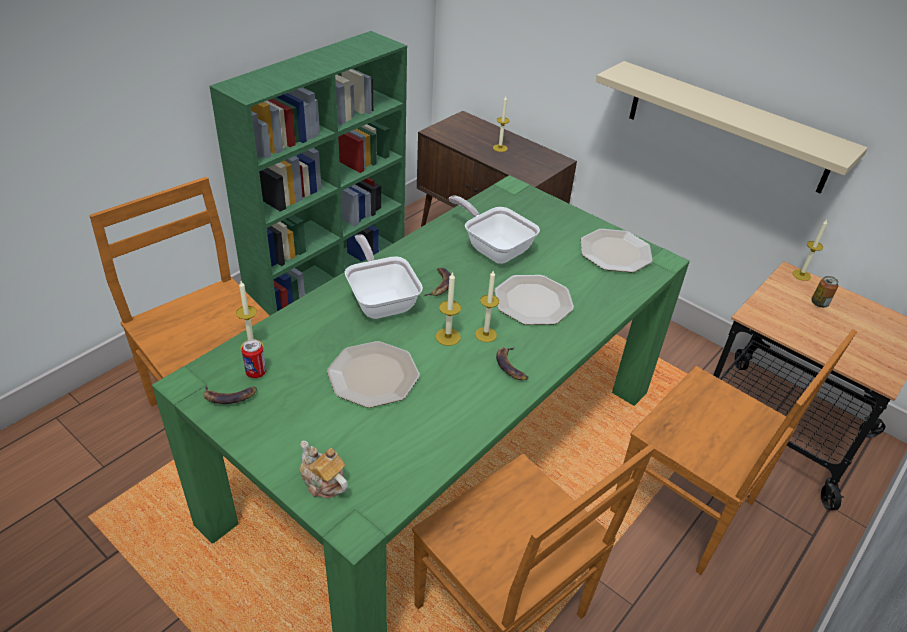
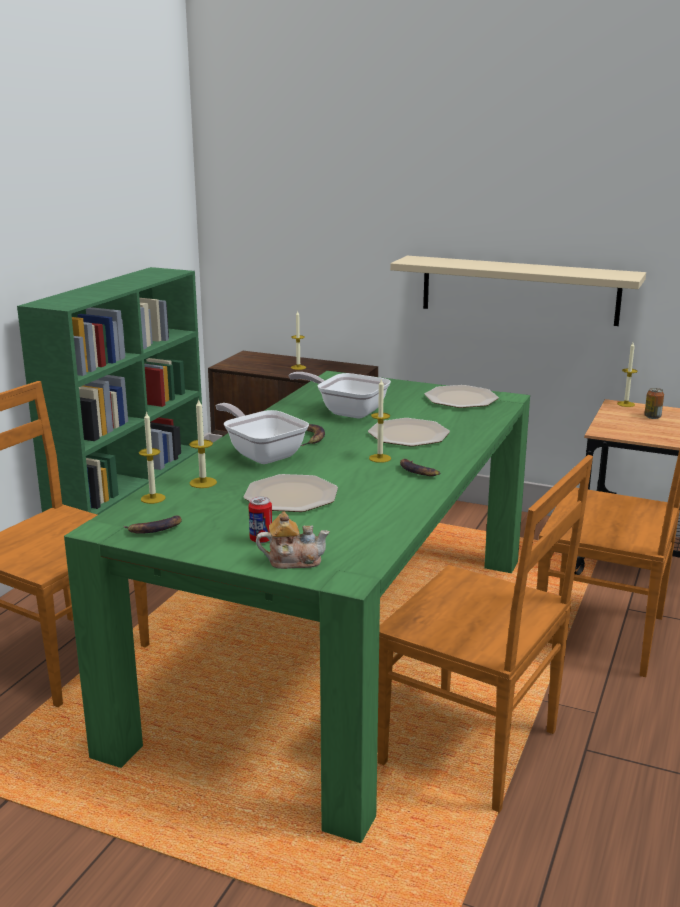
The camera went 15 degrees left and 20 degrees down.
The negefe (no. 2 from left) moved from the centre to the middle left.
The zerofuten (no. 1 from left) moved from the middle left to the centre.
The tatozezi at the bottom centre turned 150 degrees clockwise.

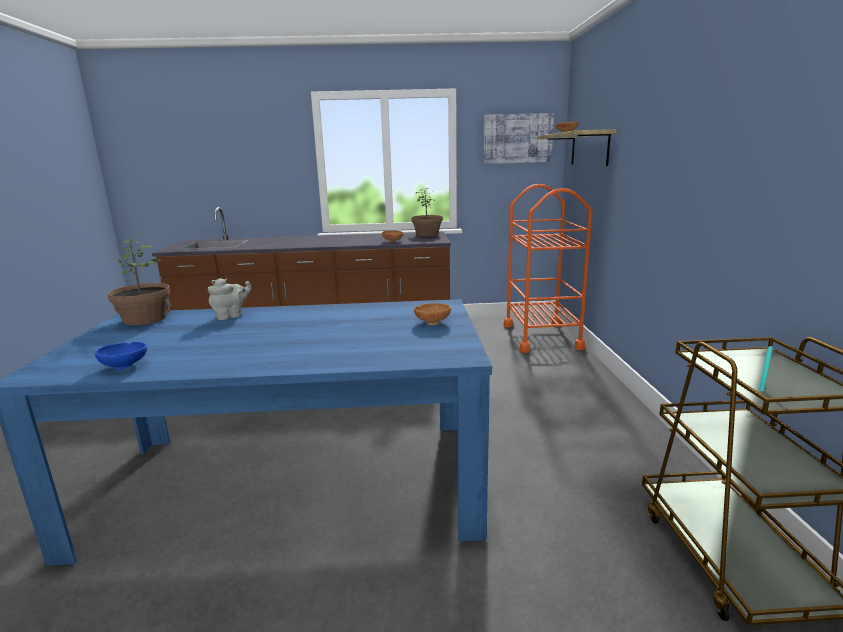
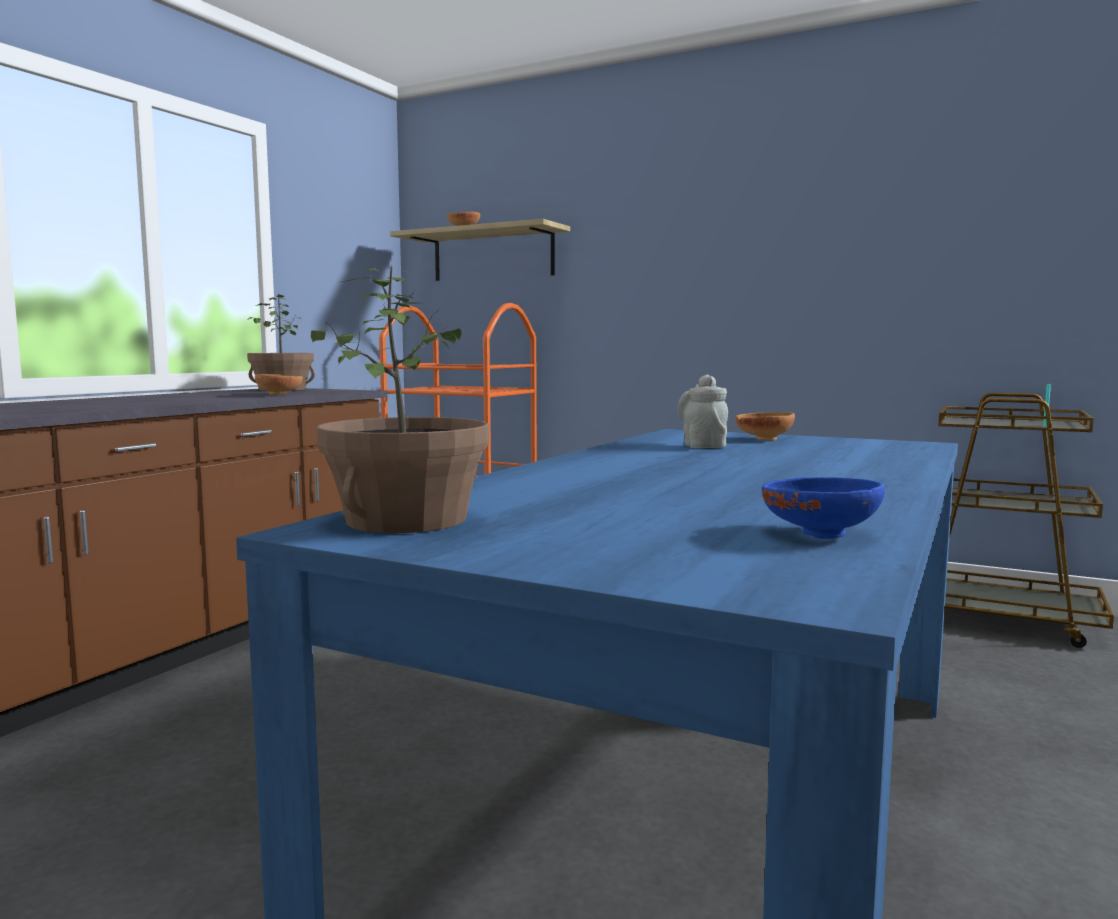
The camera went 60 degrees left and 10 degrees down.
The tatozezi (grey) moved from the middle left to the centre.
The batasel at the top centre disappeared.

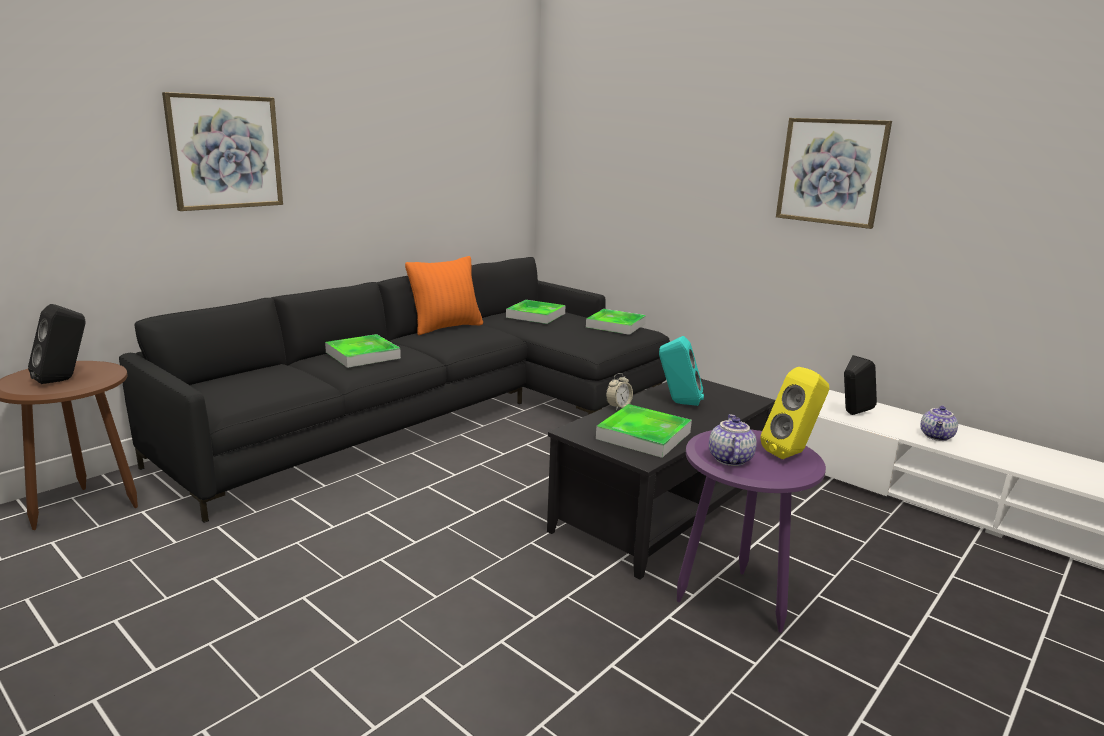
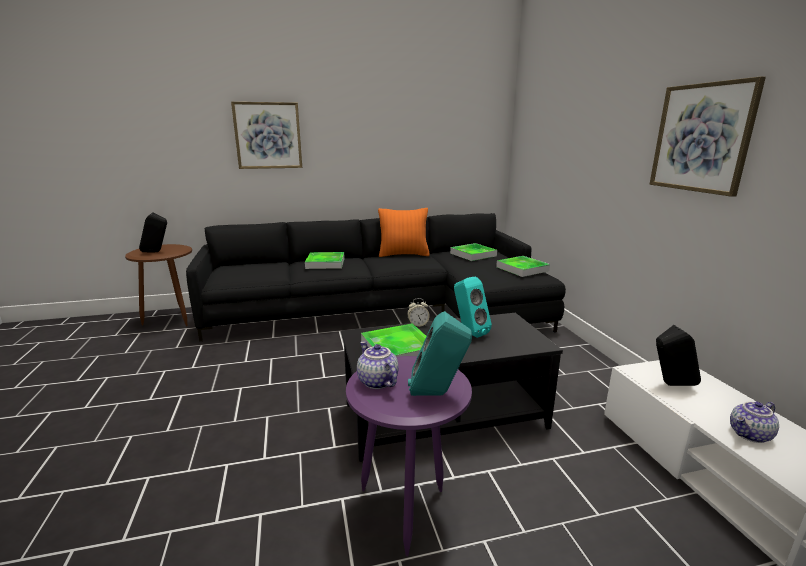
The camera went 35 degrees right and 0 degrees up.
The tatozezi (no. 1 from left) at the centre turned 75 degrees counterclockwise.
The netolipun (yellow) at the middle right became the netolipun (turquoise) (no. 1 from left) at the centre.

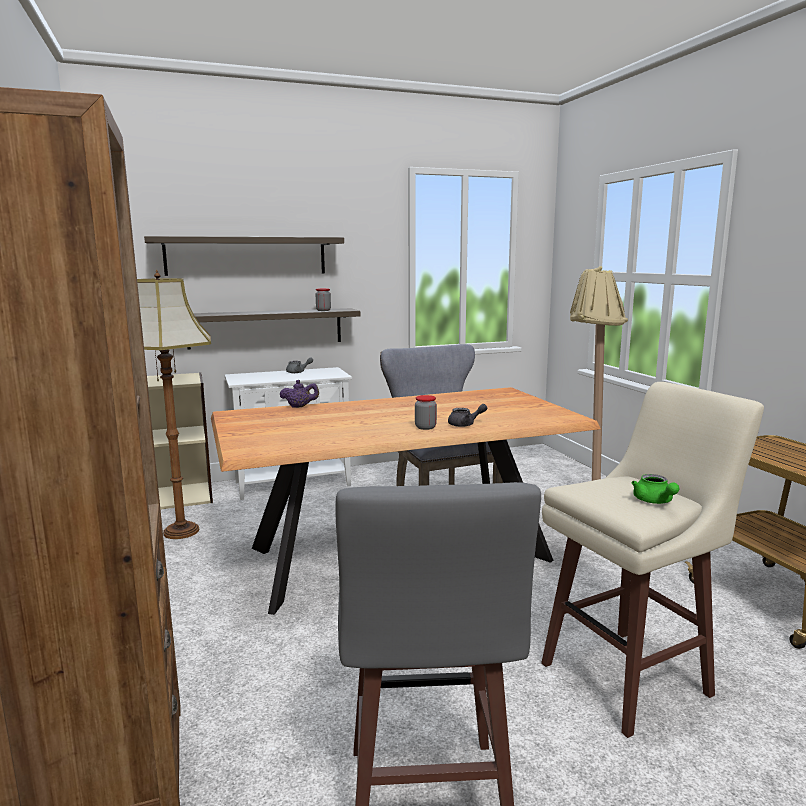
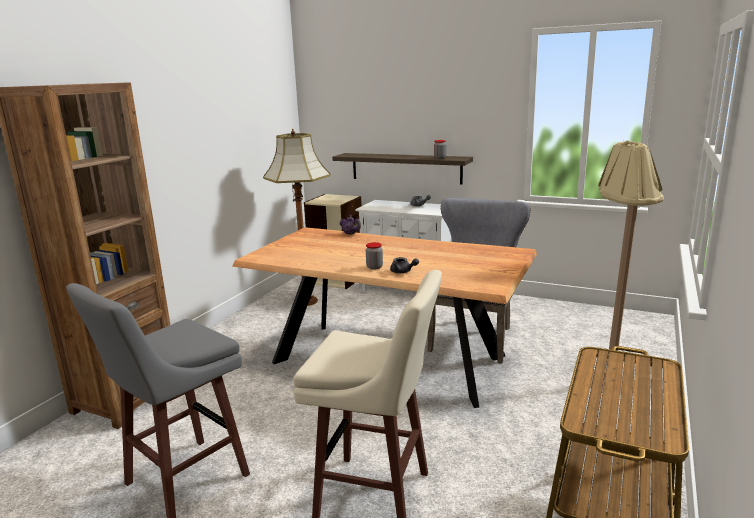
The camera went 45 degrees right and 5 degrees up.
The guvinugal (no. 1 from left) at the top left disappeared.
The tatozezi (green) at the middle right disappeared.

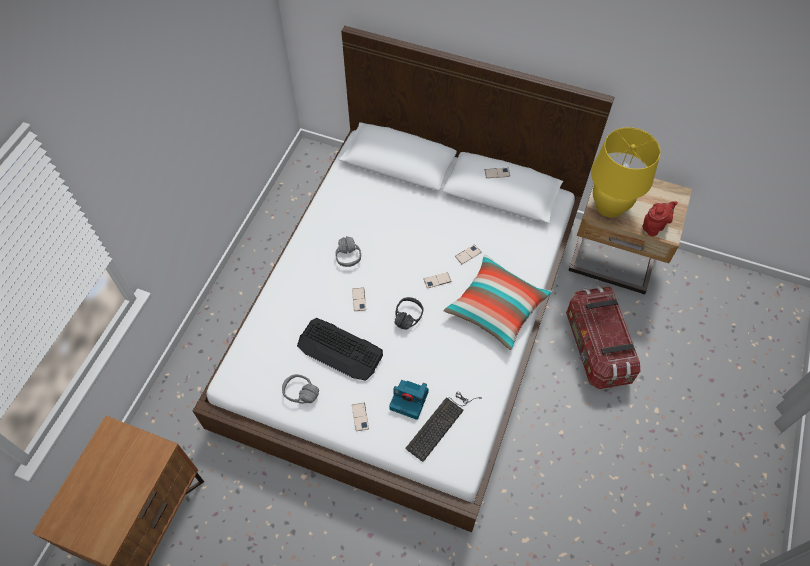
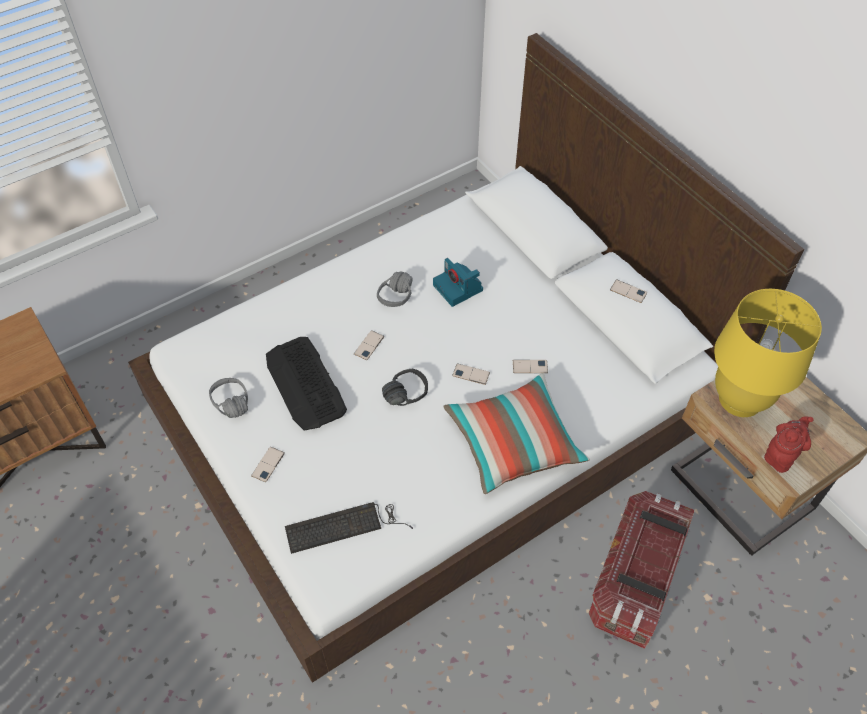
The camera went 35 degrees right and 5 degrees down.
The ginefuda moved from the bottom centre to the centre.
The tatozezi (red) at the middle right turned 45 degrees counterclockwise.

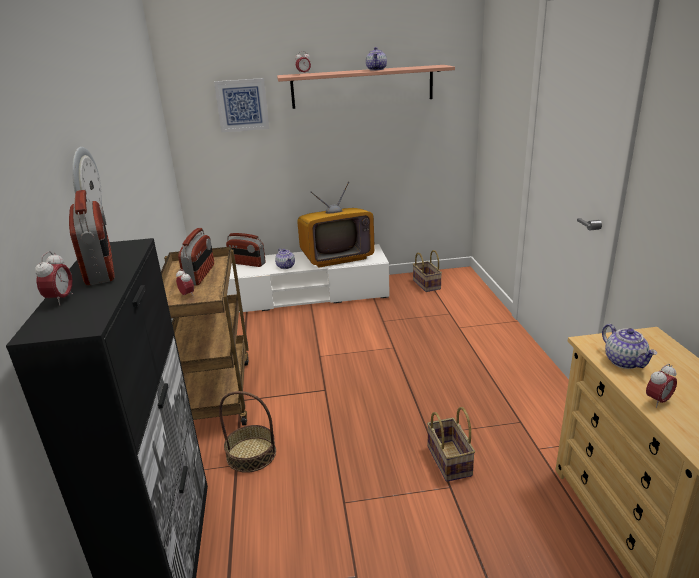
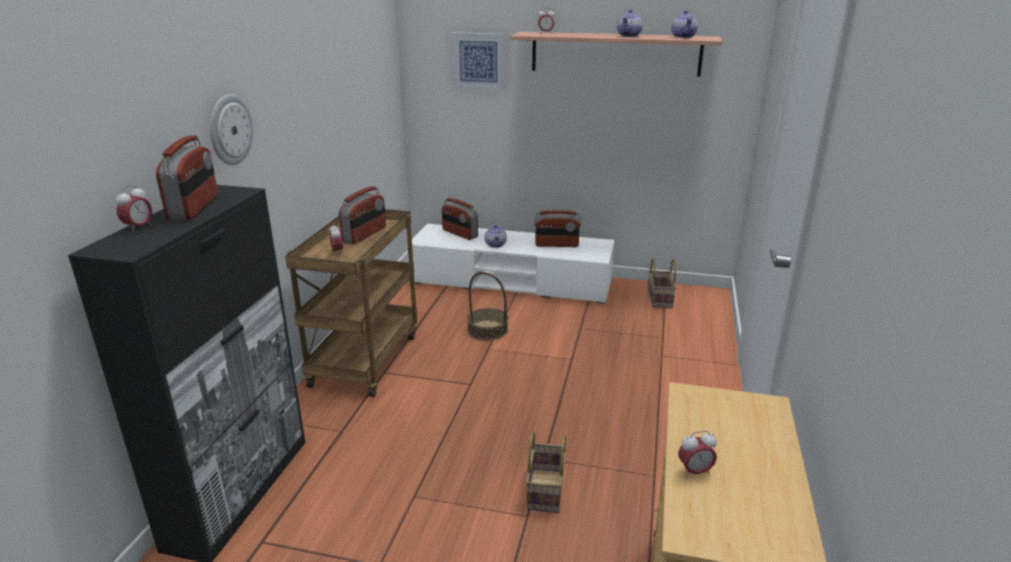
The camera went 20 degrees right and 0 degrees up.
The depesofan (no. 1 from left) moved from the bottom centre to the centre.
The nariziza at the centre was replaced by the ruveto (no. 4 from left) at the centre.
The tatozezi (no. 3 from left) moved from the middle right to the top right.

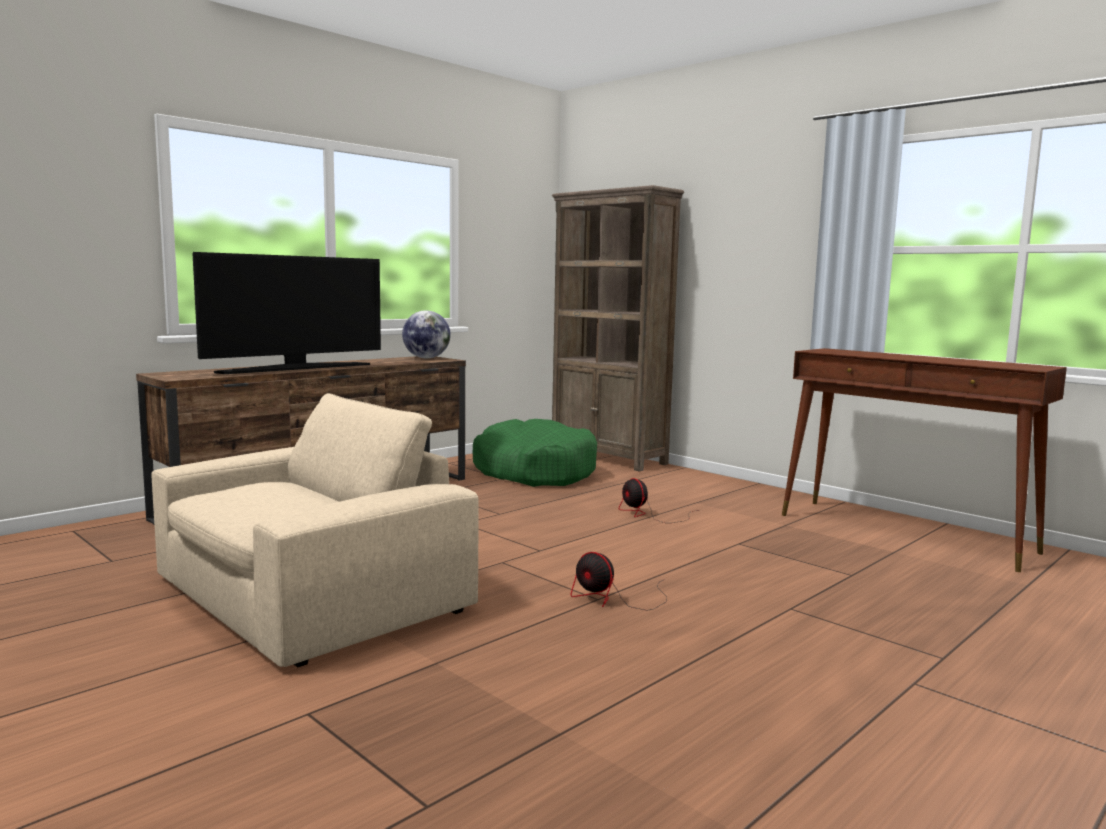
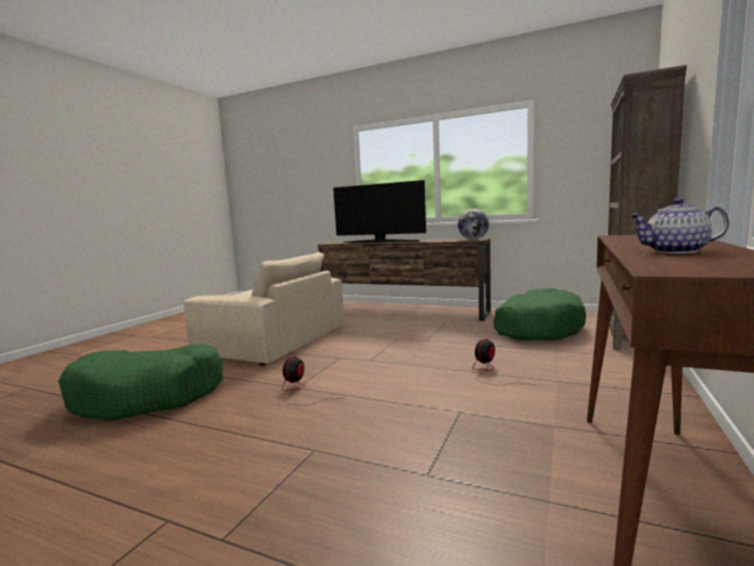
The camera went 70 degrees right and 0 degrees up.
The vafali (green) (no. 1 from left) at the bottom left appeared.
The tatozezi at the middle right appeared.

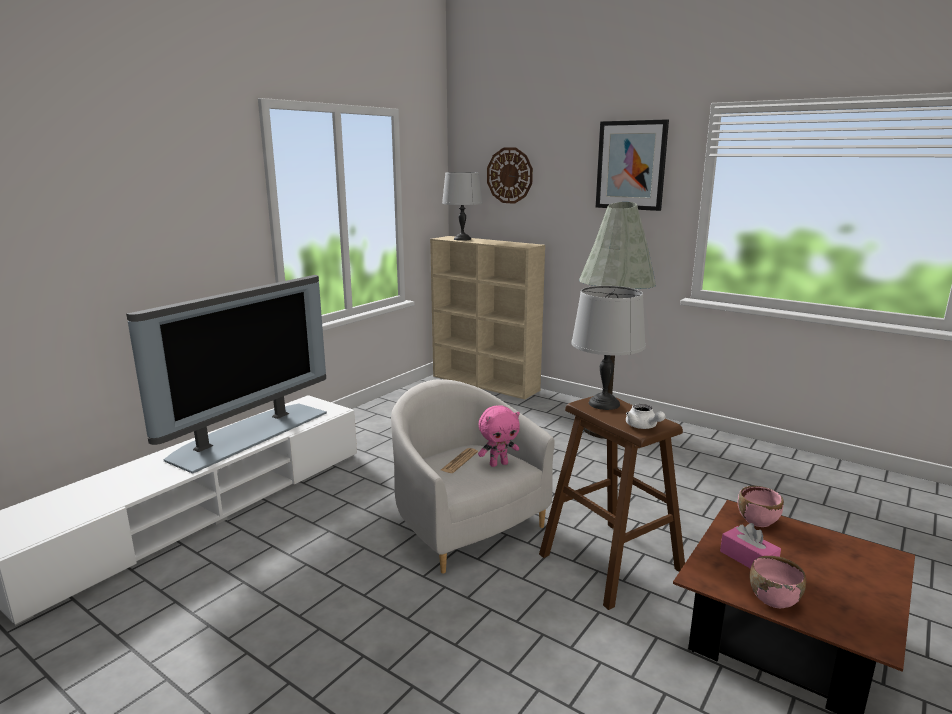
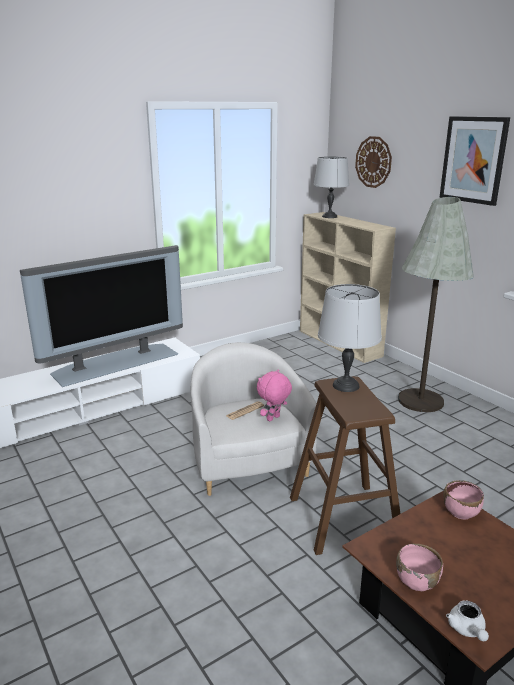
The camera went 20 degrees right and 5 degrees up.
The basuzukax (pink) at the centre turned 135 degrees clockwise.
The tatozezi (white) moved from the middle right to the bottom right.
The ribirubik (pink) at the bottom right disappeared.

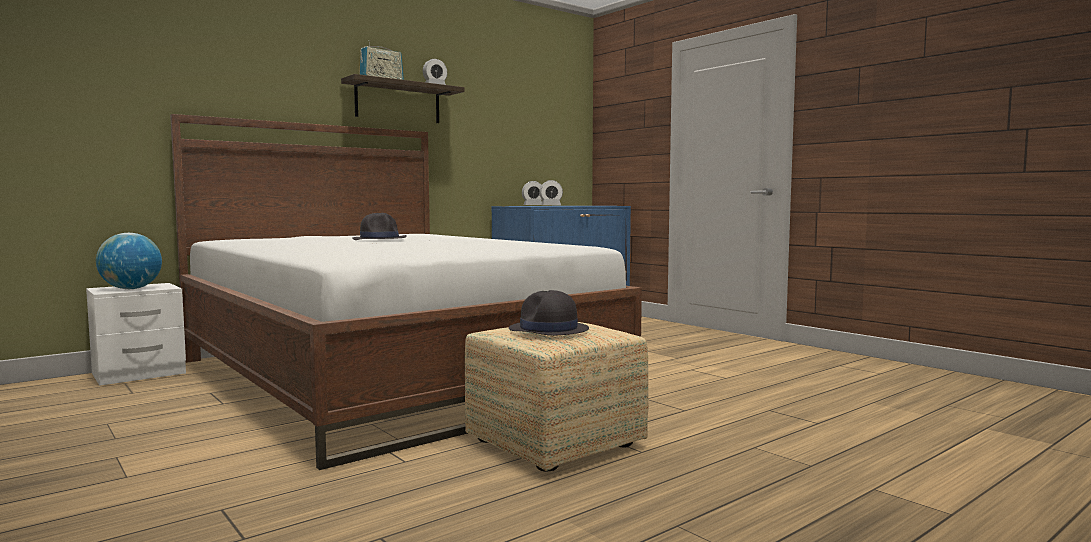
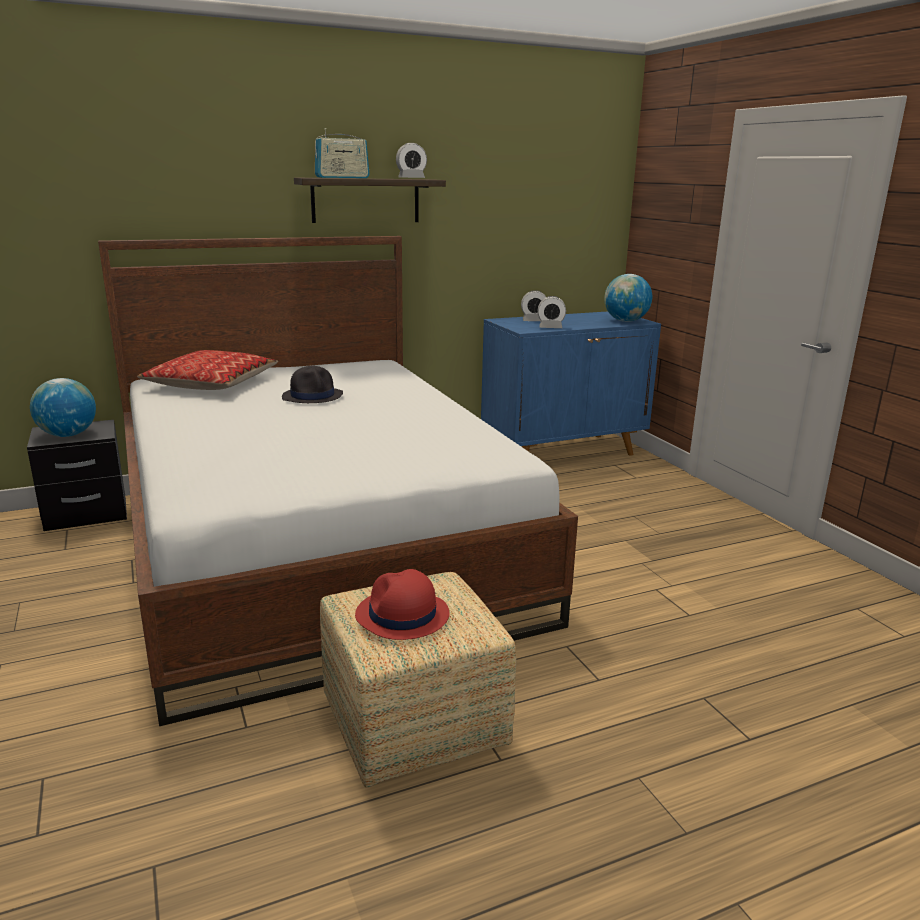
The camera went 15 degrees right and 15 degrees up.
The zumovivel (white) at the middle left became the zumovivel (black) at the middle left.
The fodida at the middle left appeared.
The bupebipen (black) (no. 2 from left) at the centre became the bupebipen (red) at the centre.
The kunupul (no. 2 from left) at the top right appeared.

